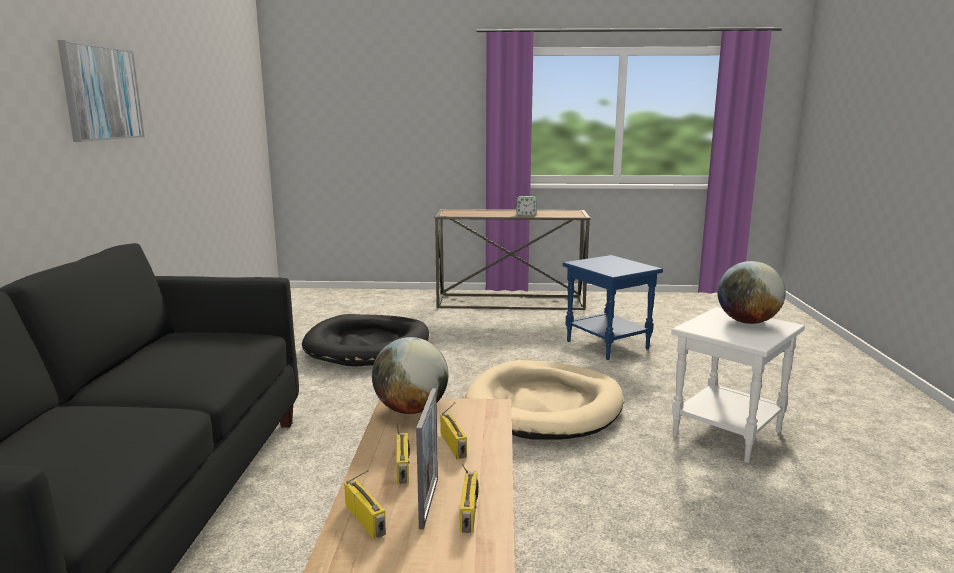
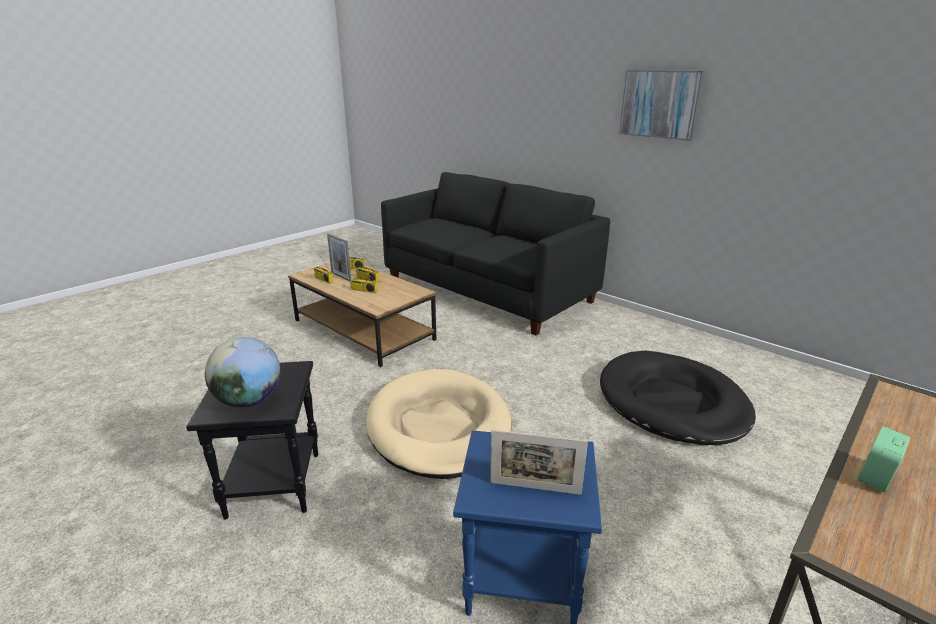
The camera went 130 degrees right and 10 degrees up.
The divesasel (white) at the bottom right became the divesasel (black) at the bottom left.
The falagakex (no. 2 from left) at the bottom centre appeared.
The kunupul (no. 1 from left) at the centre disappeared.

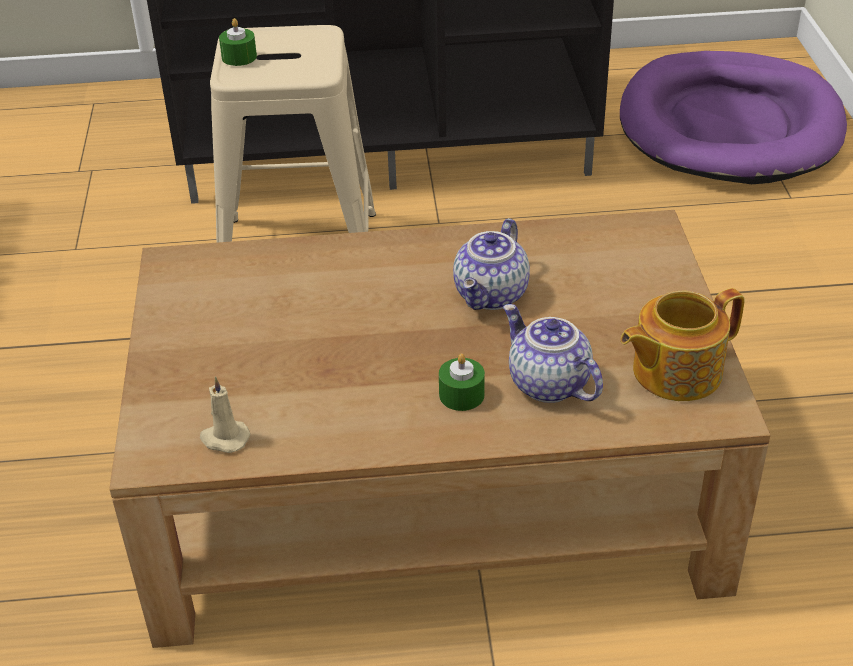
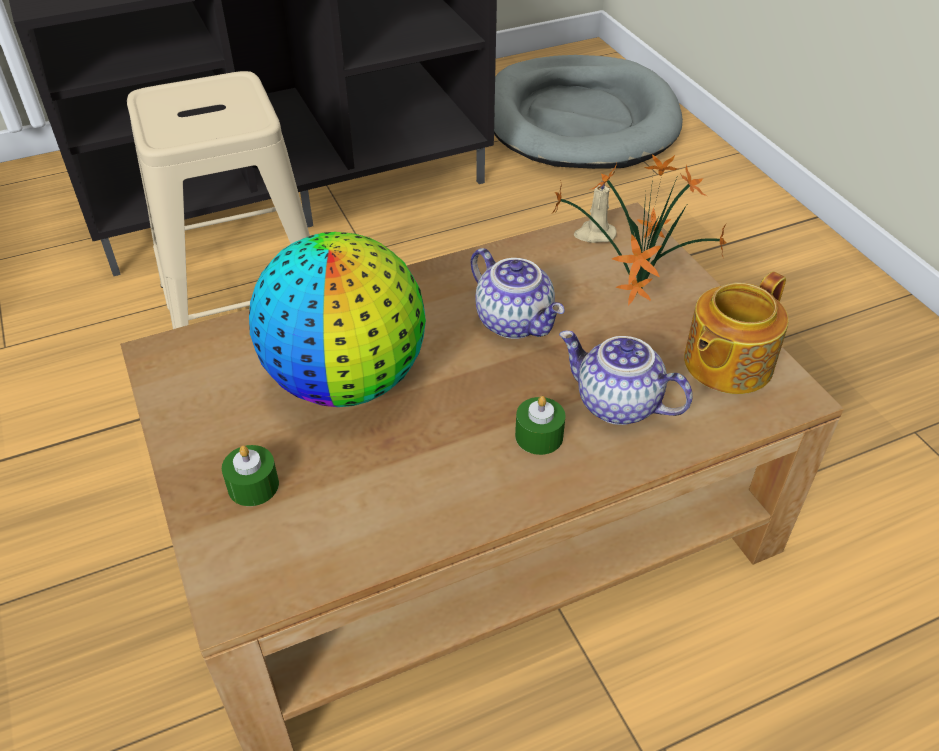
The camera went 20 degrees left and 5 degrees up.
The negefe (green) (no. 1 from left) moved from the top left to the middle left.
The kunupul at the centre appeared.
The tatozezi (no. 1 from left) at the centre turned 45 degrees counterclockwise.
The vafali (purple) at the top right became the vafali (grey) at the top centre.
The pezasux at the top right appeared.
The negefe (beige) moved from the middle left to the top centre.

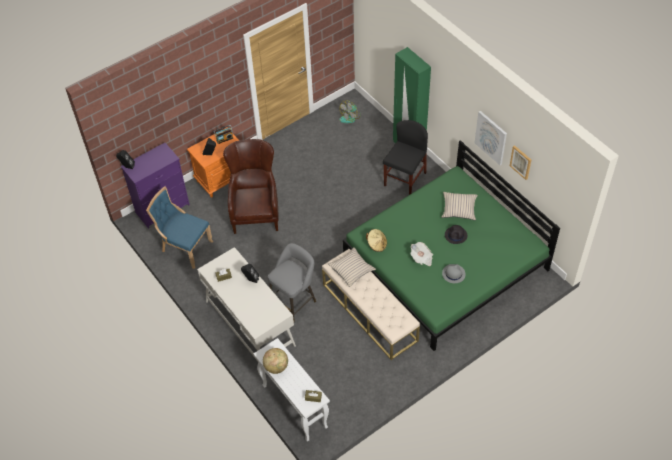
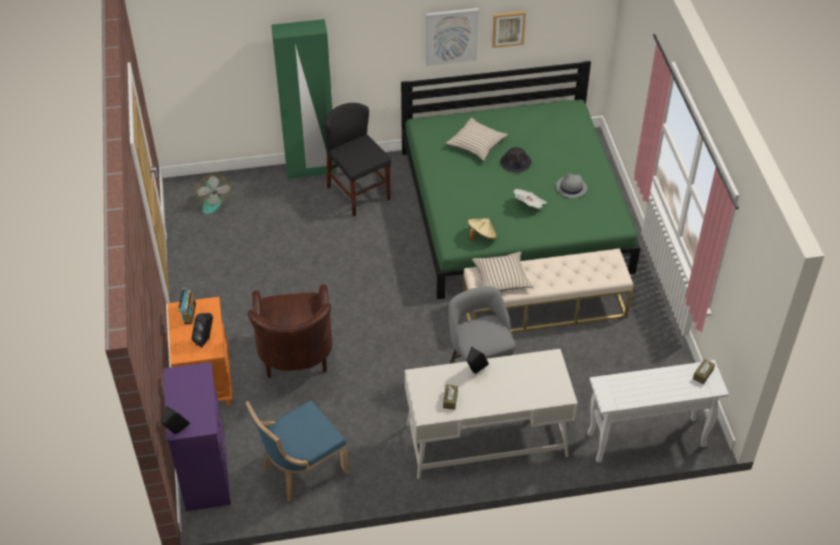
The camera went 65 degrees left and 5 degrees down.
The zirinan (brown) at the centre turned 120 degrees counterclockwise.
The kunupul at the bottom centre disappeared.

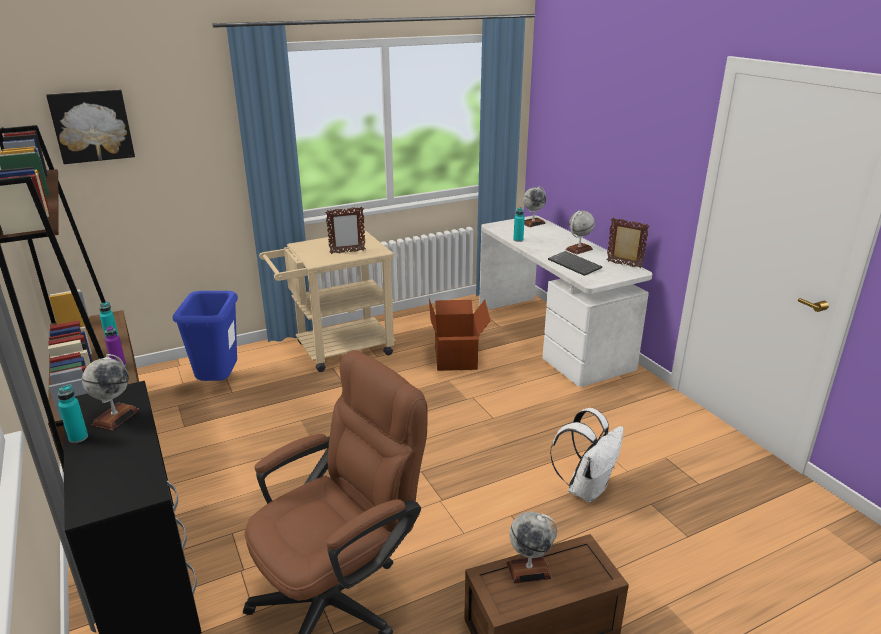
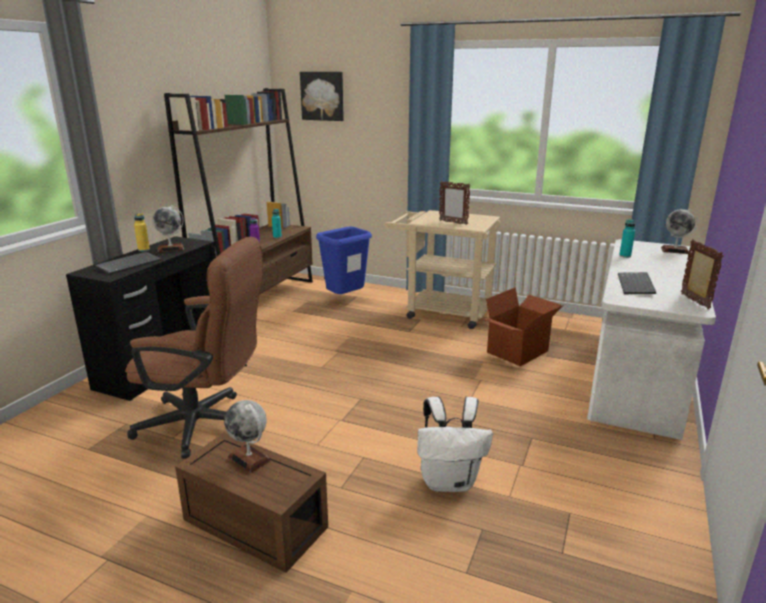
The camera went 50 degrees right and 5 degrees down.
The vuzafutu (no. 1 from left) at the middle left appeared.
The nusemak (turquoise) (no. 1 from left) at the middle left became the nusemak (yellow) at the middle left.
The kunupul (no. 4 from left) at the centre disappeared.

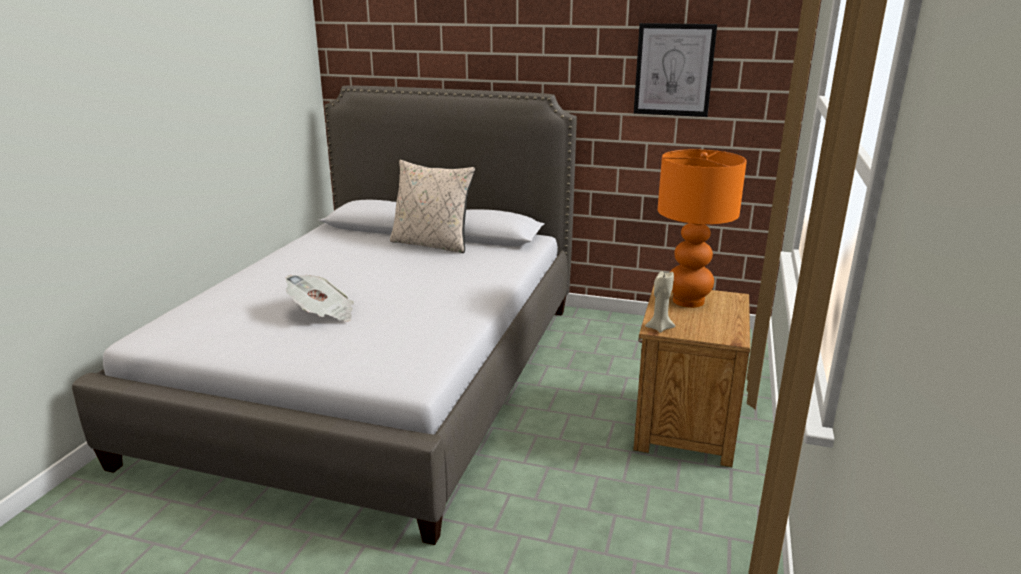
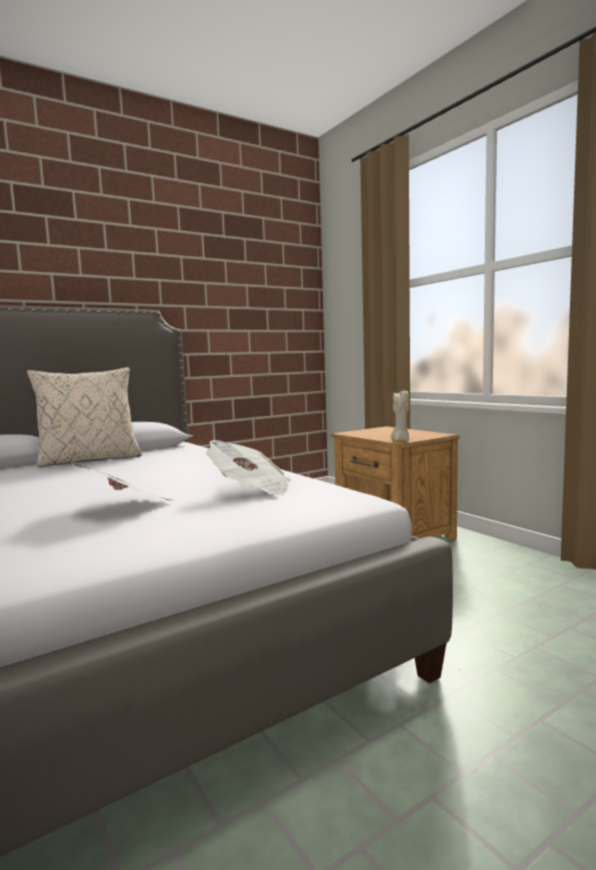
The camera went 50 degrees left and 15 degrees down.
The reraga (no. 2 from left) at the centre appeared.
The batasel at the top centre disappeared.
The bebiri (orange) at the middle right disappeared.

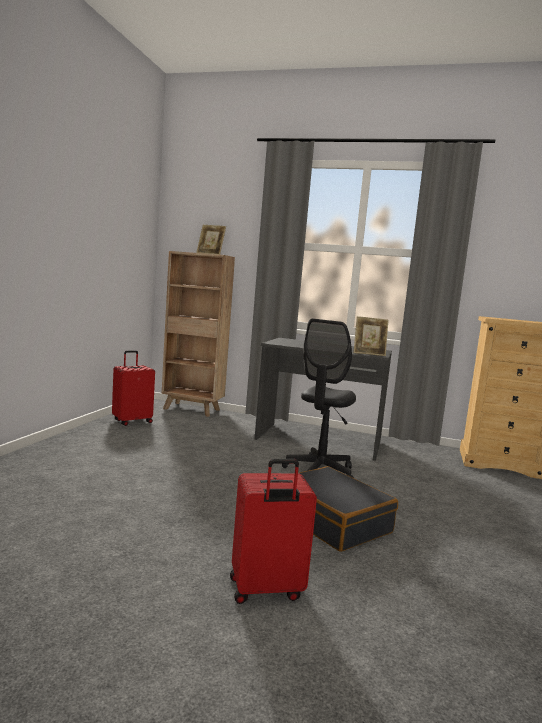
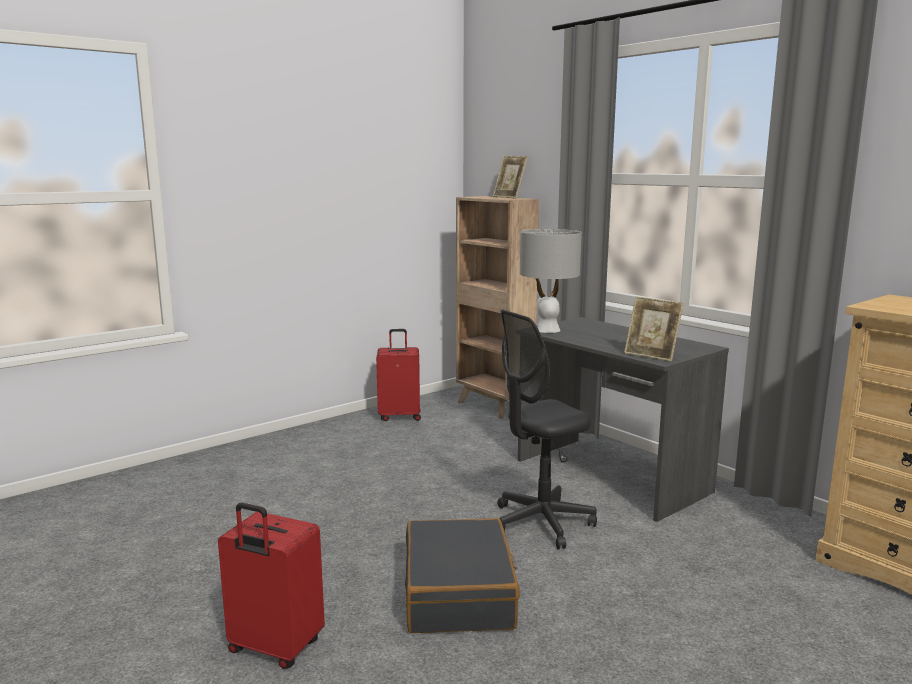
The camera went 35 degrees right and 5 degrees up.
The bebiri (grey) at the centre appeared.

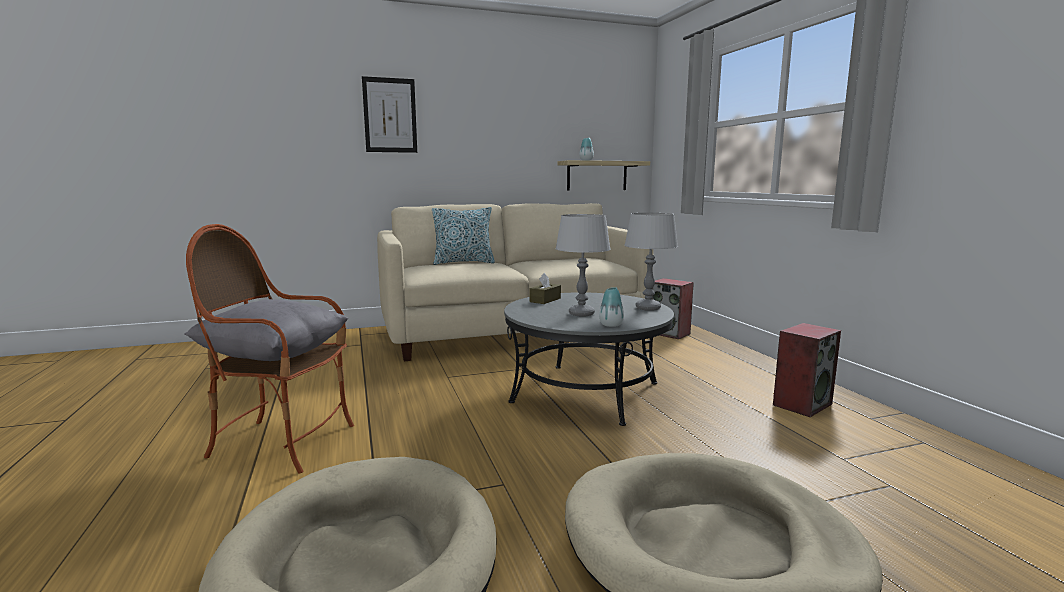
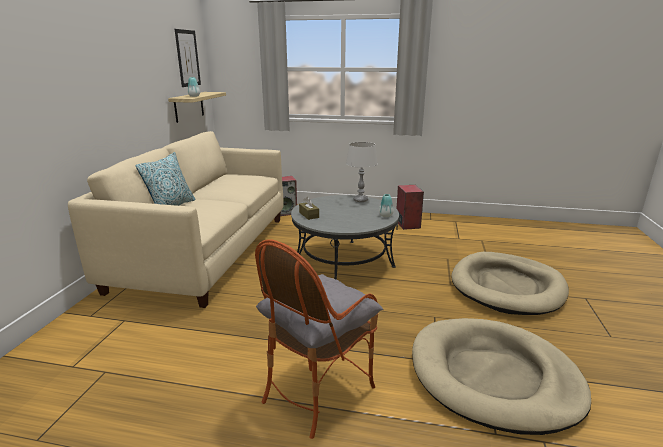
The camera went 60 degrees left and 10 degrees up.
The batasel moved from the top centre to the top left.
The bebiri (grey) (no. 1 from left) at the centre disappeared.

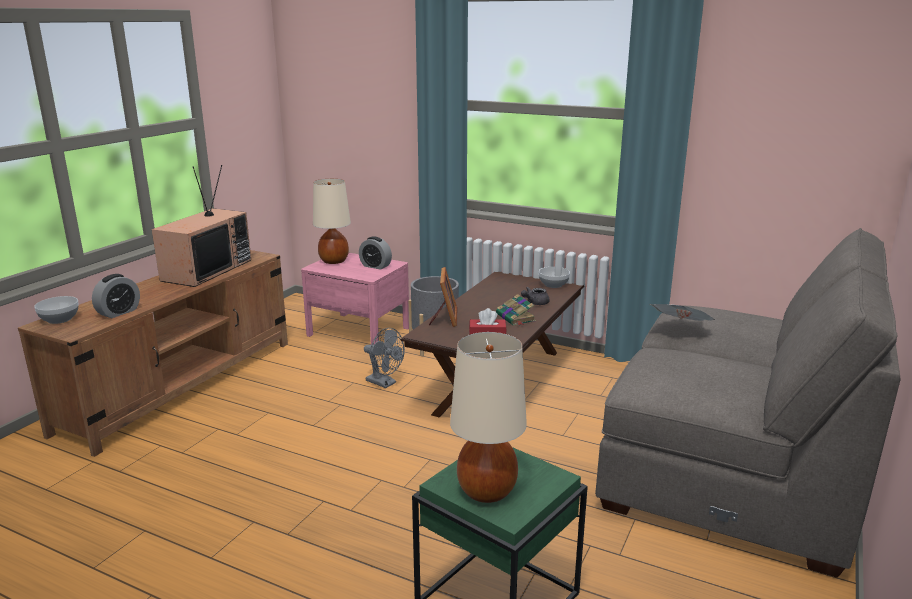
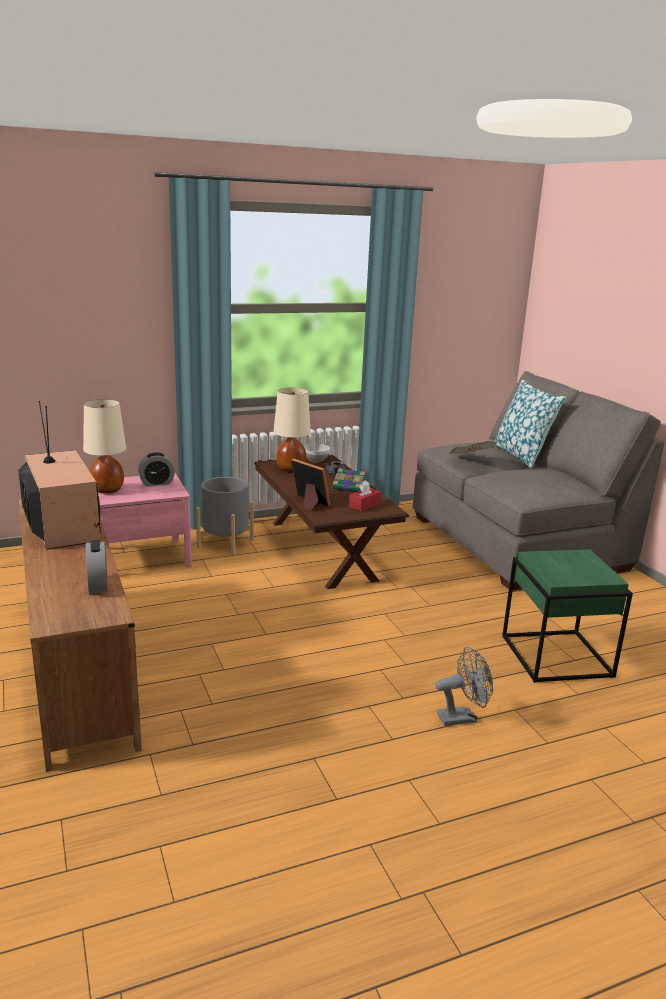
The camera went 50 degrees left and 0 degrees up.
The bebiri (beige) (no. 2 from left) moved from the bottom centre to the centre.
The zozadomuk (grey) moved from the centre to the bottom right.
The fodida at the middle right appeared.
The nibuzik (no. 1 from left) at the middle left disappeared.

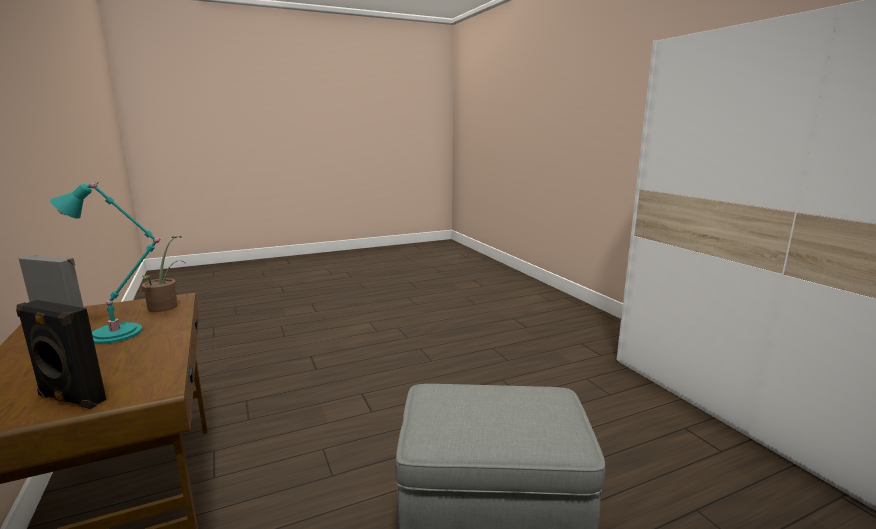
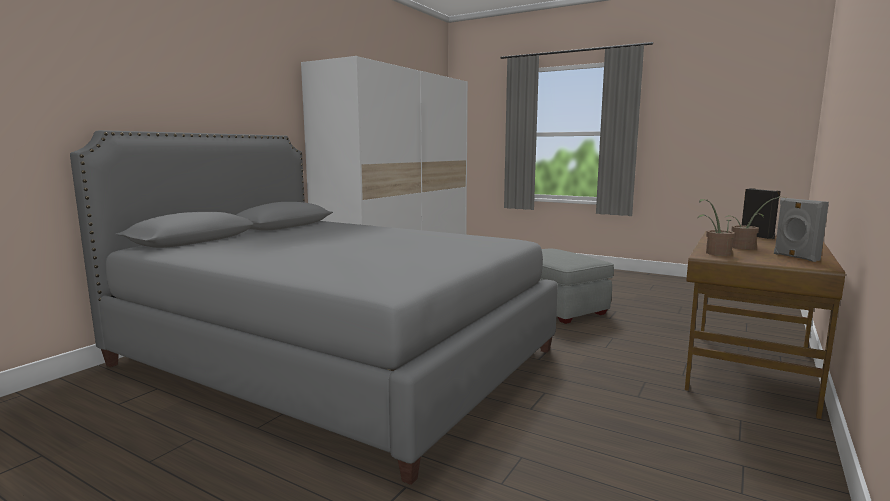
The camera went 125 degrees left and 5 degrees down.
The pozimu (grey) at the centre appeared.
The bebiri (turquoise) at the middle left was replaced by the pezasux (no. 2 from left) at the middle right.

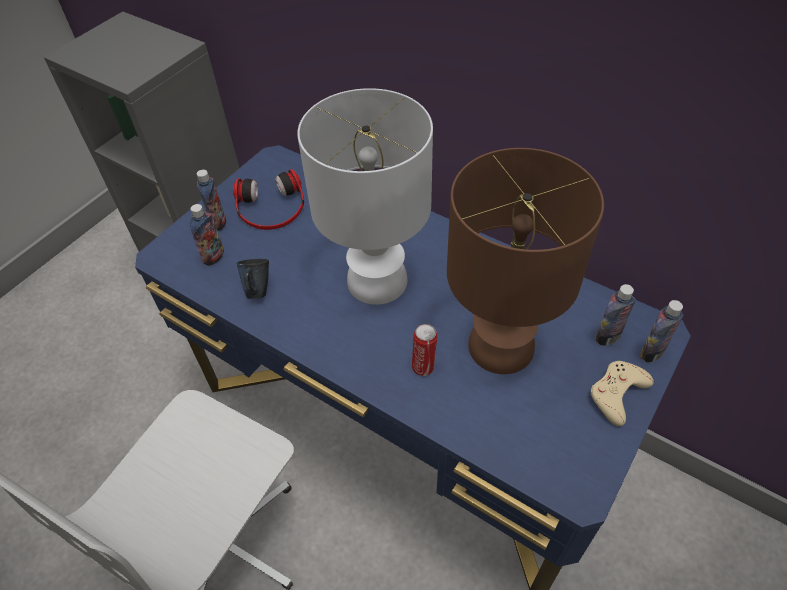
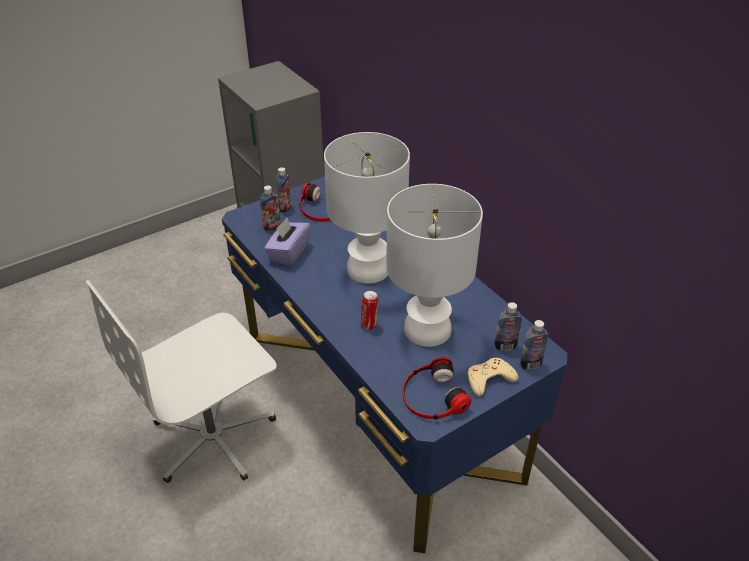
The camera went 20 degrees right and 10 degrees down.
The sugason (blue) at the middle left was replaced by the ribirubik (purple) at the centre.
The bebiri (brown) at the middle right became the bebiri (white) (no. 2 from left) at the centre.
The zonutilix (no. 2 from left) at the bottom centre appeared.

